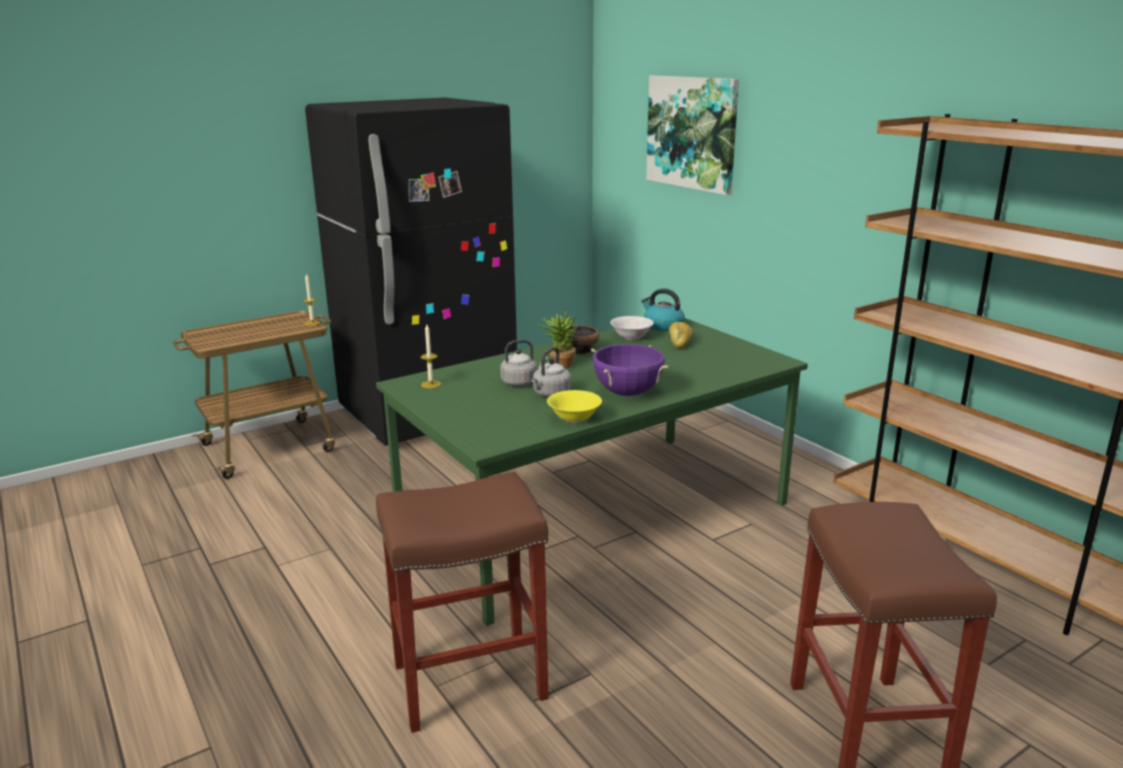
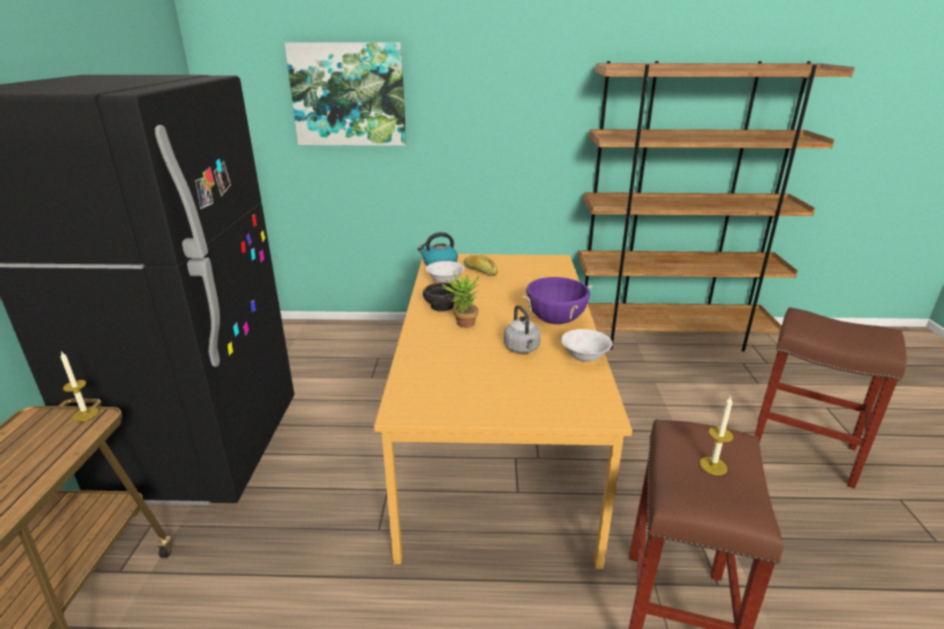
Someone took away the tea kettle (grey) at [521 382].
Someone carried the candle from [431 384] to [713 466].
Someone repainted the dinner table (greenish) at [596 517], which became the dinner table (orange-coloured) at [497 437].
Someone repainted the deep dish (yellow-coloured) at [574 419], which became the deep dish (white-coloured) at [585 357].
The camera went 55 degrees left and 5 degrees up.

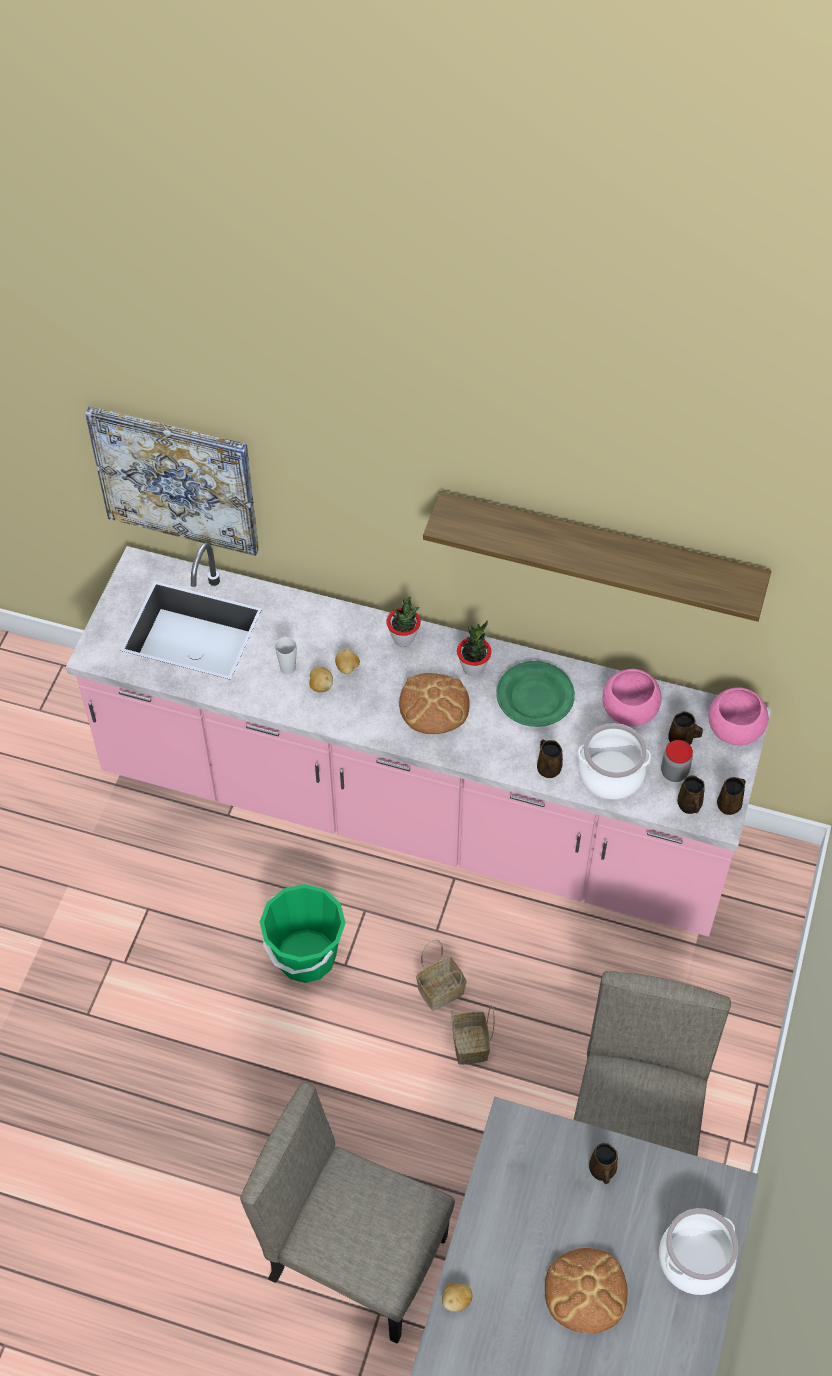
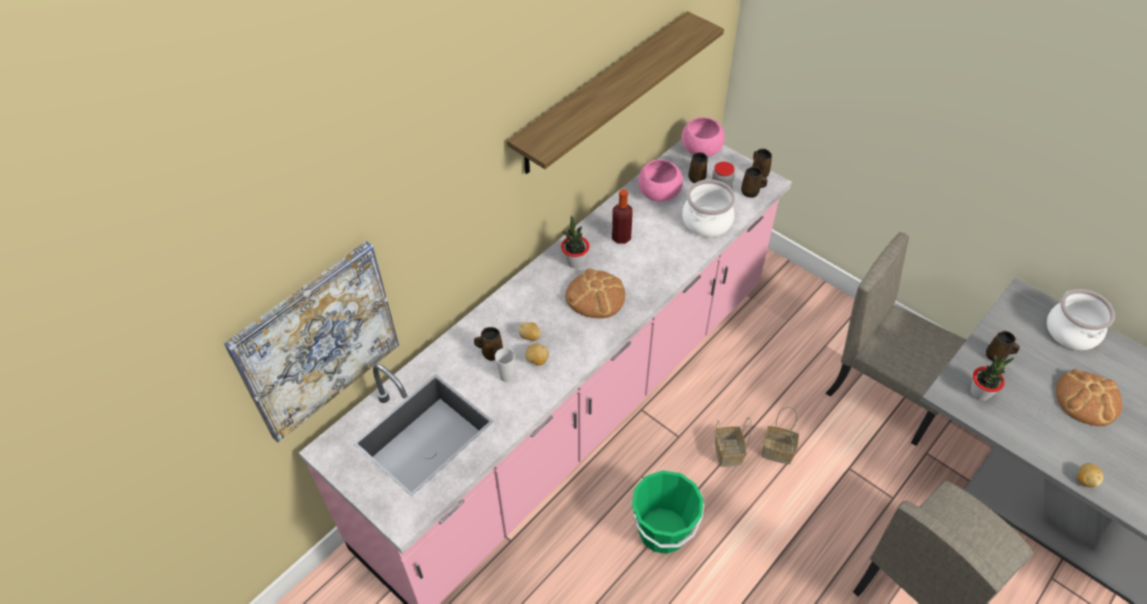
Someone carried the houseplant from [403 638] to [980 393].
Someone carried the mug (brown) from [548 767] to [491 353].
Someone swapped the dinner plate (greenish) at [534 697] for the drink bottle at [621 237].
The camera went 65 degrees left and 5 degrees down.

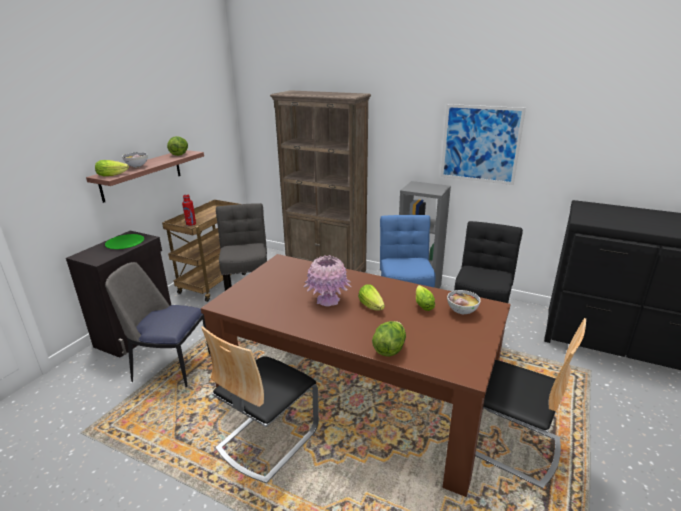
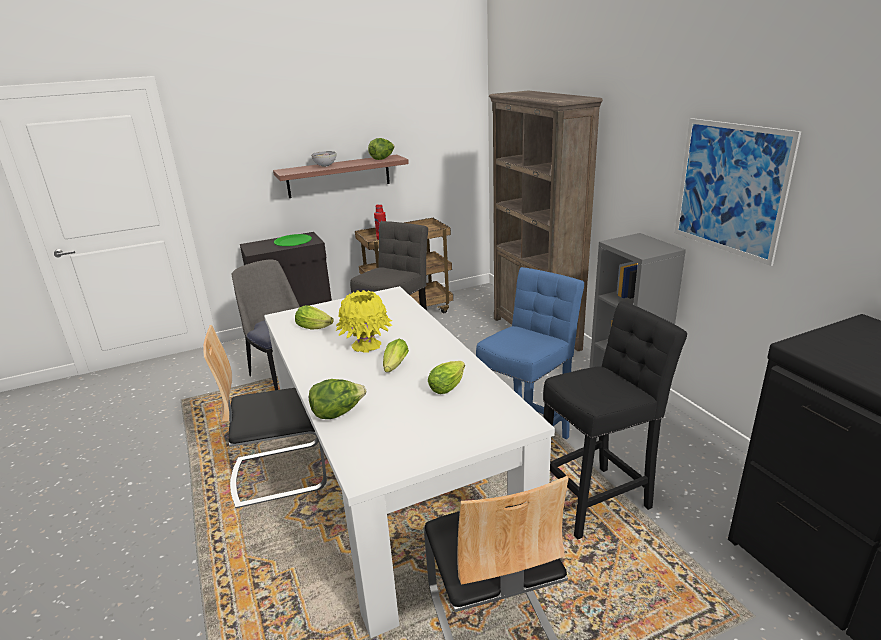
Someone took away the deep dish at [462 311].
Someone carried the head of lettuce from [114 175] to [316 327].
Someone repainted the dinner table (brown) at [355 398], which became the dinner table (white-coloured) at [393 479].
Someone repainted the decorative vase (pink-coloured) at [327 300], which became the decorative vase (yellow-coloured) at [366 345].
The camera went 40 degrees right and 0 degrees up.

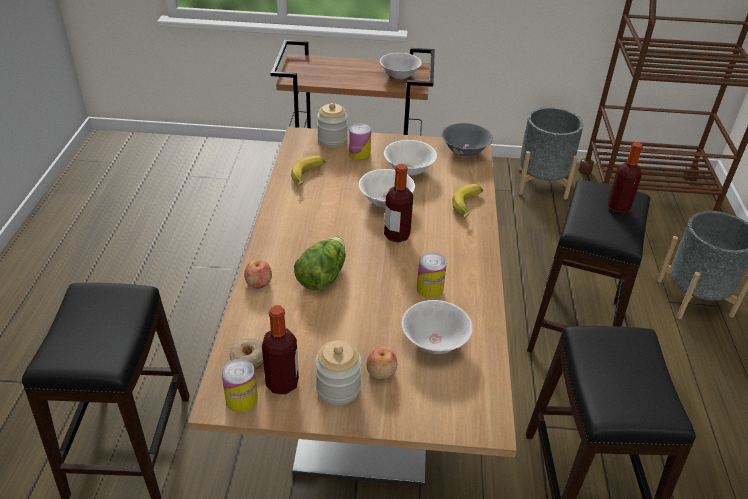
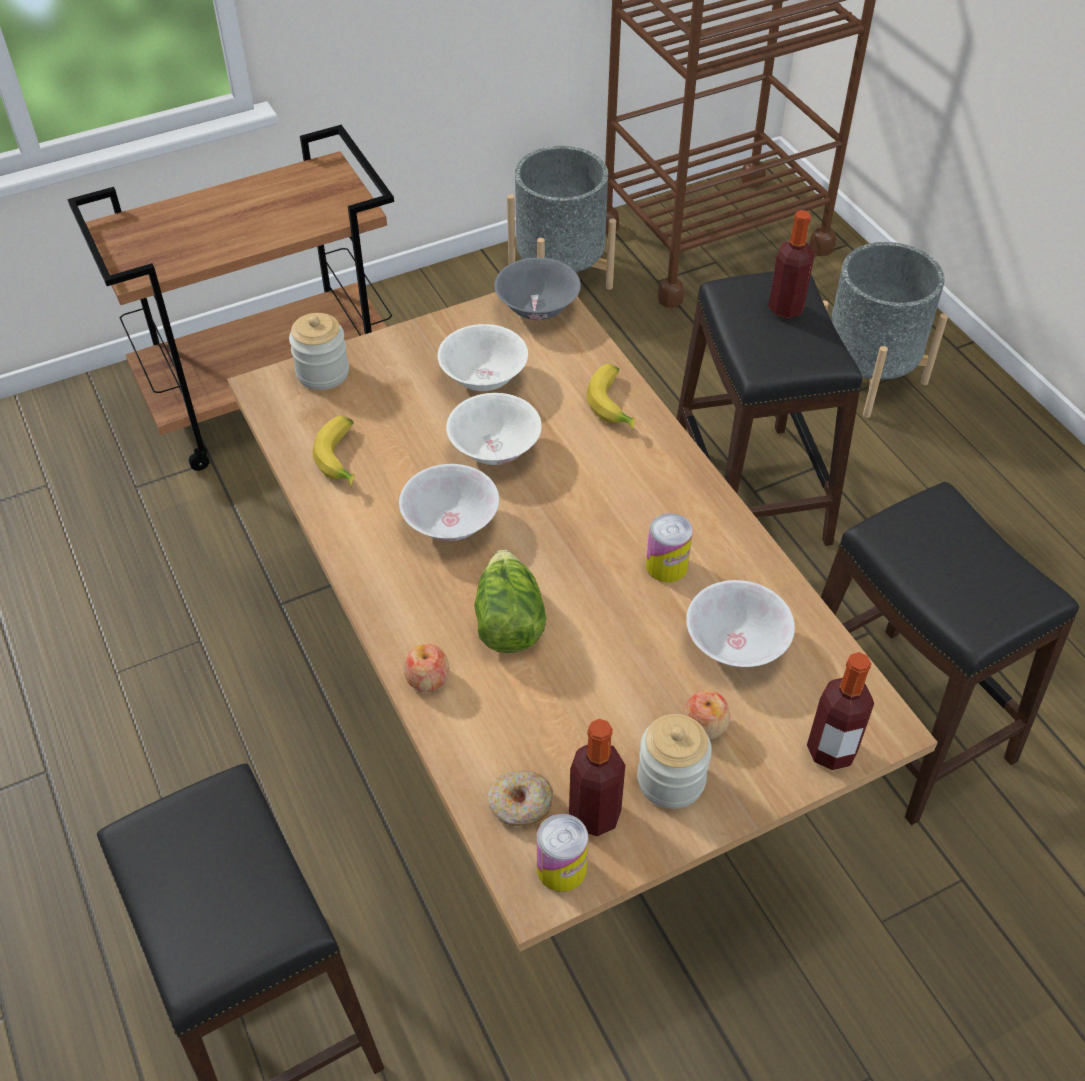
Someone took away the sealed can at [359 153].
Someone carried the deep dish (white-coloured) from [400 76] to [451 523].
Someone carried the drink bottle from [397 235] to [831 750].
The camera went 30 degrees left and 10 degrees up.

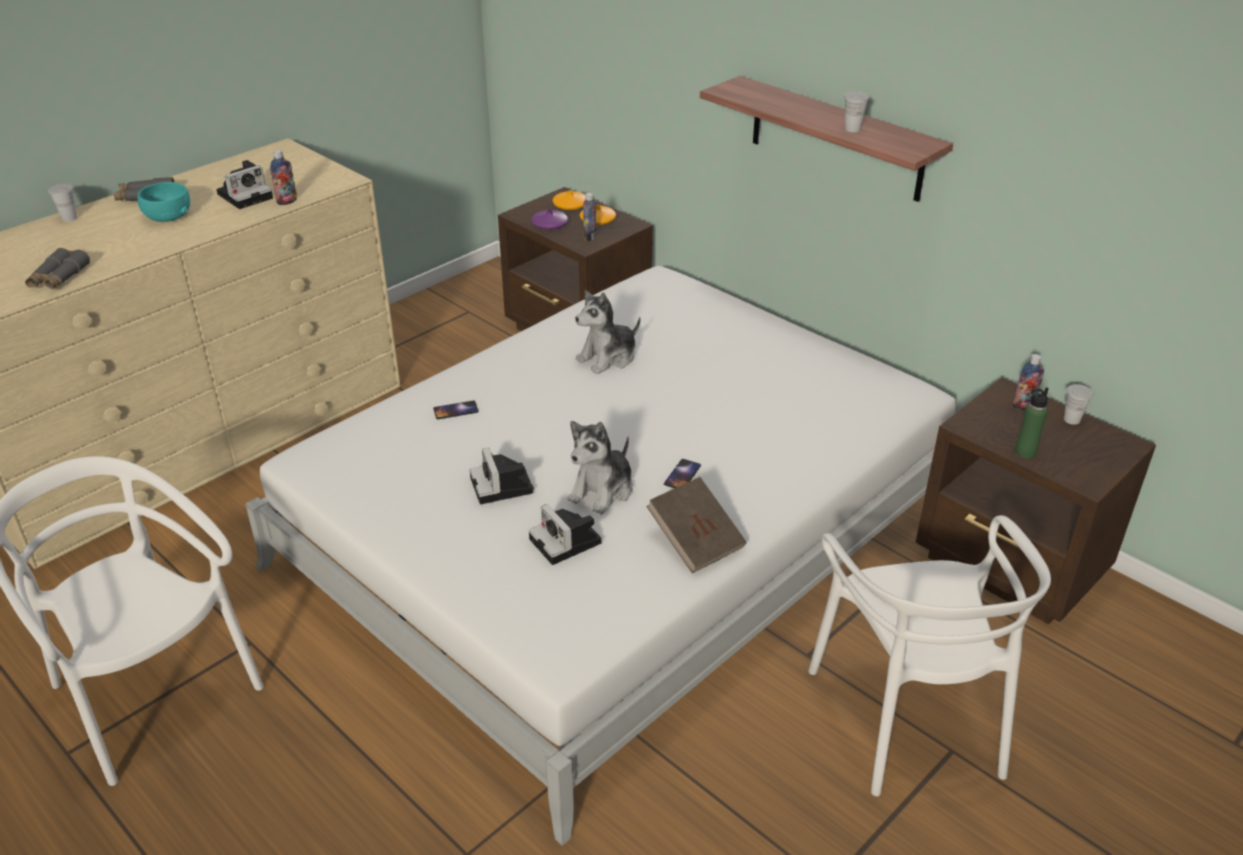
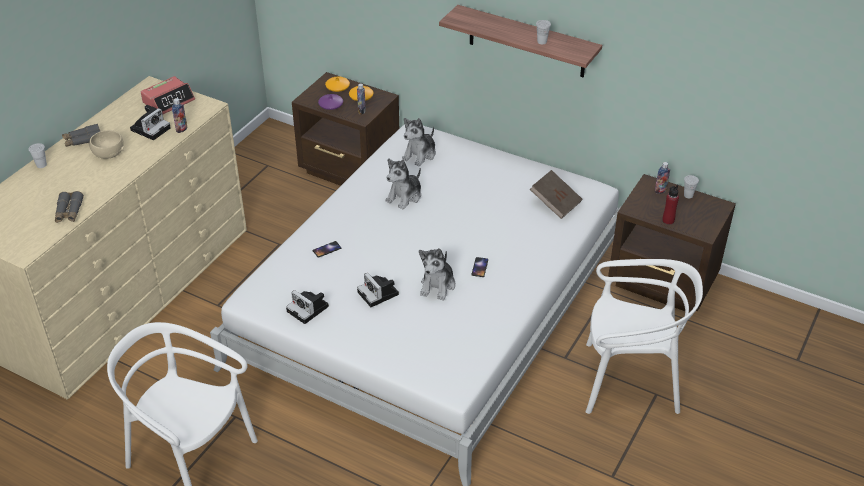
Someone put down the alarm clock at [169 101].
Someone put down the soft toy at [420 154].
Someone carried the still camera from [567 542] to [309 309].
Someone carried the book (brown) from [696 540] to [555 203].
Someone repainted the deep dish (turquoise-coloured) at [167 216], which became the deep dish (beige) at [108 153].
Someone repainted the drink bottle (greenish) at [1025 452], which became the drink bottle (red-coloured) at [668 220].
Someone rotated the plain chair (white-coloured) at [909 718] by 60 degrees counterclockwise.
The camera went 15 degrees left and 5 degrees up.

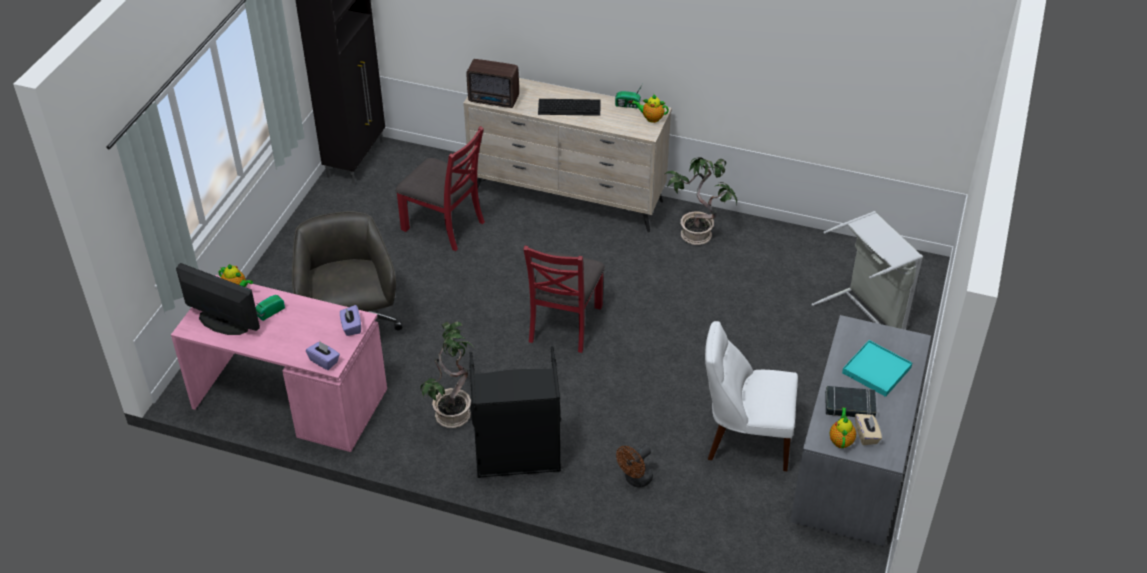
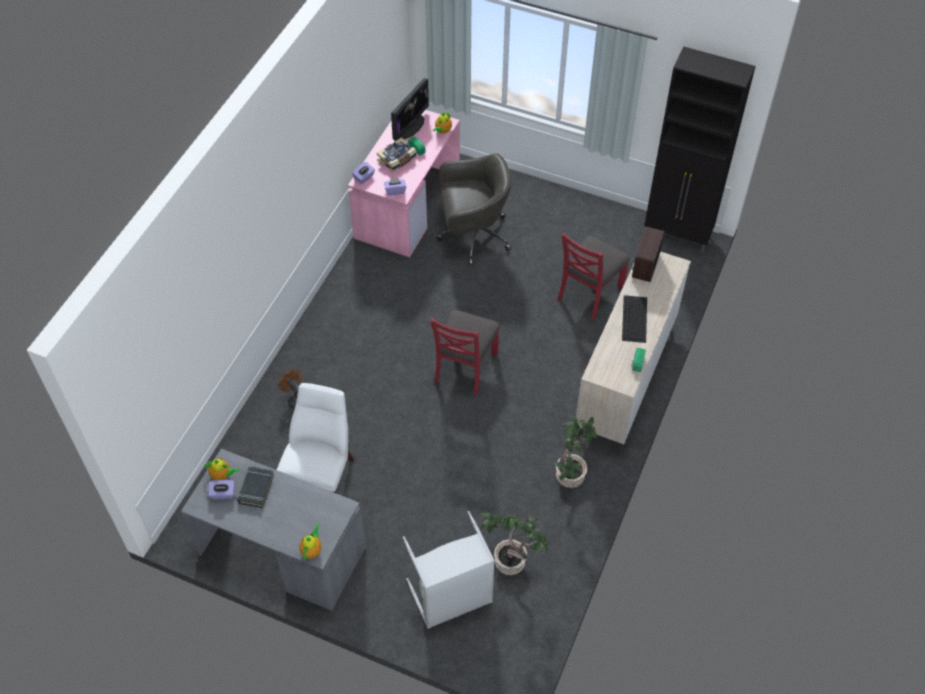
Someone took away the hamper (black) at [517 457].
Someone took away the tray (turquoise-coloured) at [876 370].
Someone put down the book at [397 160].
Someone carried the houseplant from [451 413] to [511 560].
Someone carried the pot for tea from [651 118] to [312 550].
Someone repainted the box of tissues (beige) at [866 435], which became the box of tissues (purple-coloured) at [223 494].
Someone rotated the plain chair (red-coloured) at [564 323] by 90 degrees counterclockwise.
The camera went 95 degrees right and 10 degrees up.

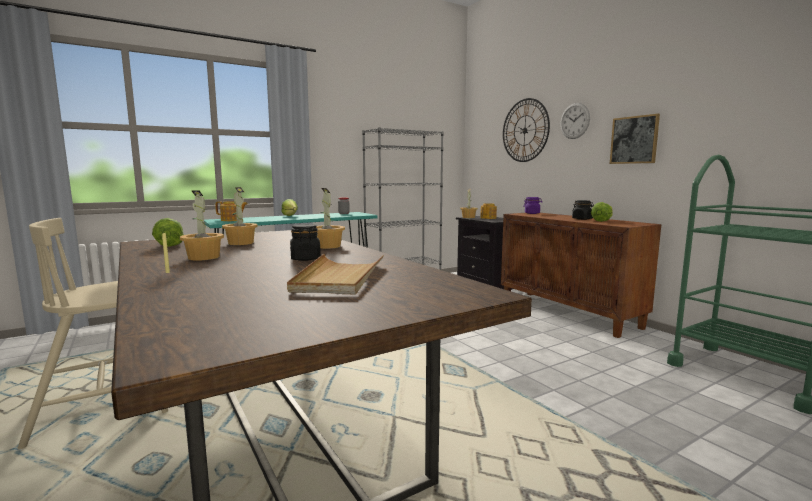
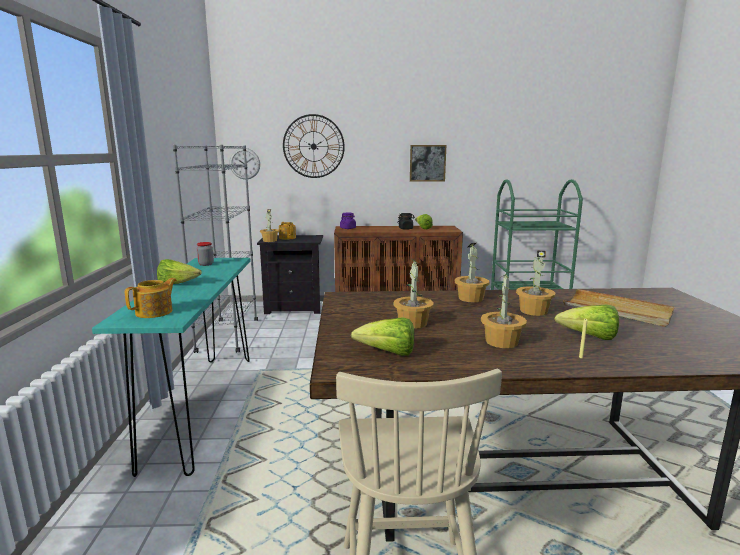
Someone put down the head of lettuce at [589 337].
Someone carried the wall clock from [574 121] to [244 163].
Someone swapped the jar (black) at [305 259] for the houseplant at [533 311].
The camera went 60 degrees left and 5 degrees up.

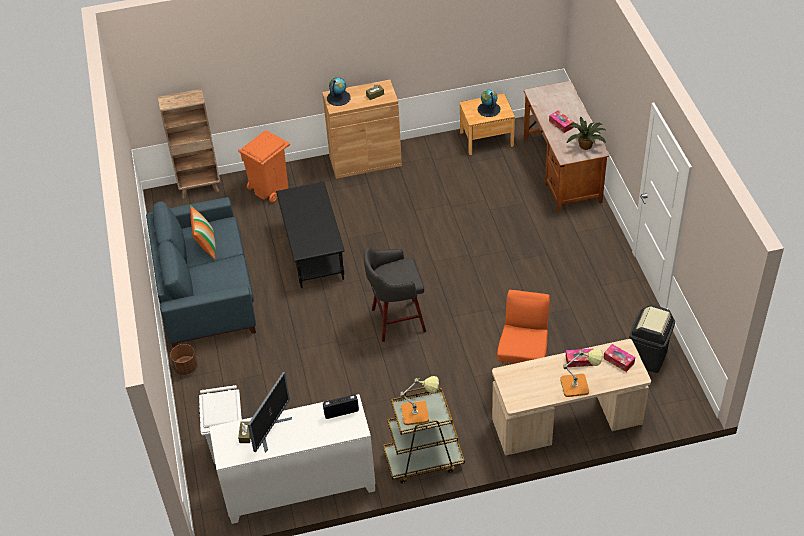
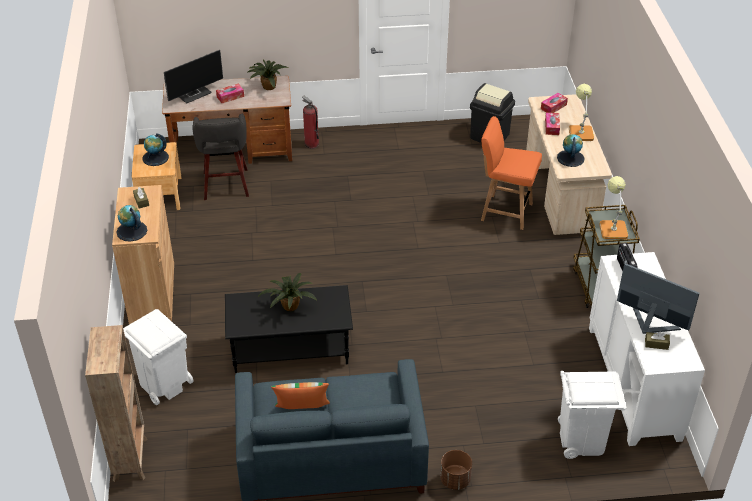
Someone put down the monitor at [194 94].
Someone put down the houseplant at [289 306].
Someone put down the fire extinguisher at [311 144].
Someone put down the globe at [570 158].
Someone carried the sitting stool (grey) from [396 320] to [225 185].
Someone repainted the rubbish bin (orange-coloured) at [269 188], which became the rubbish bin (white-coloured) at [163 384].
The camera went 85 degrees left and 5 degrees down.

